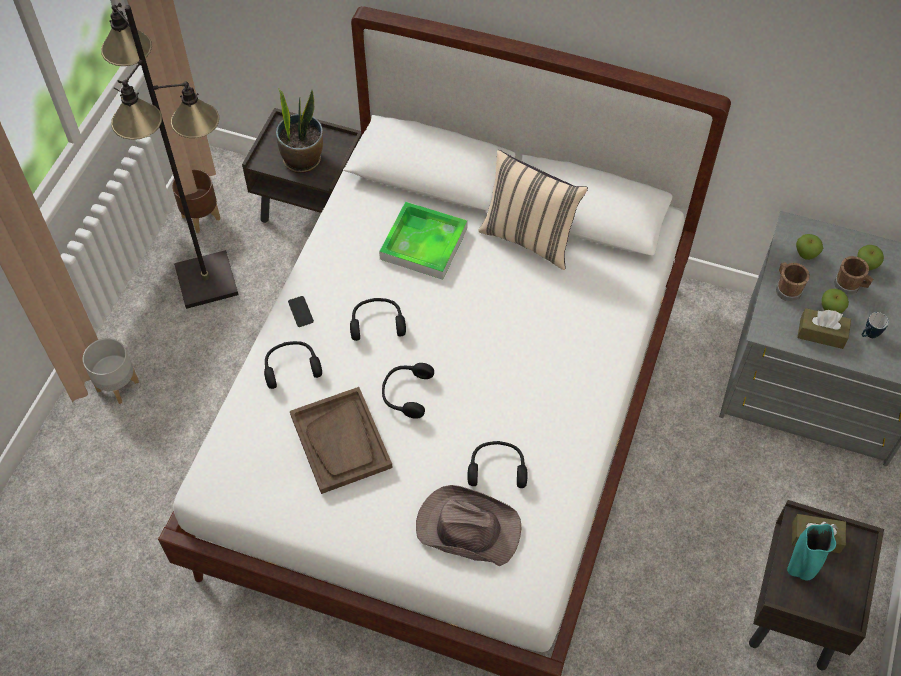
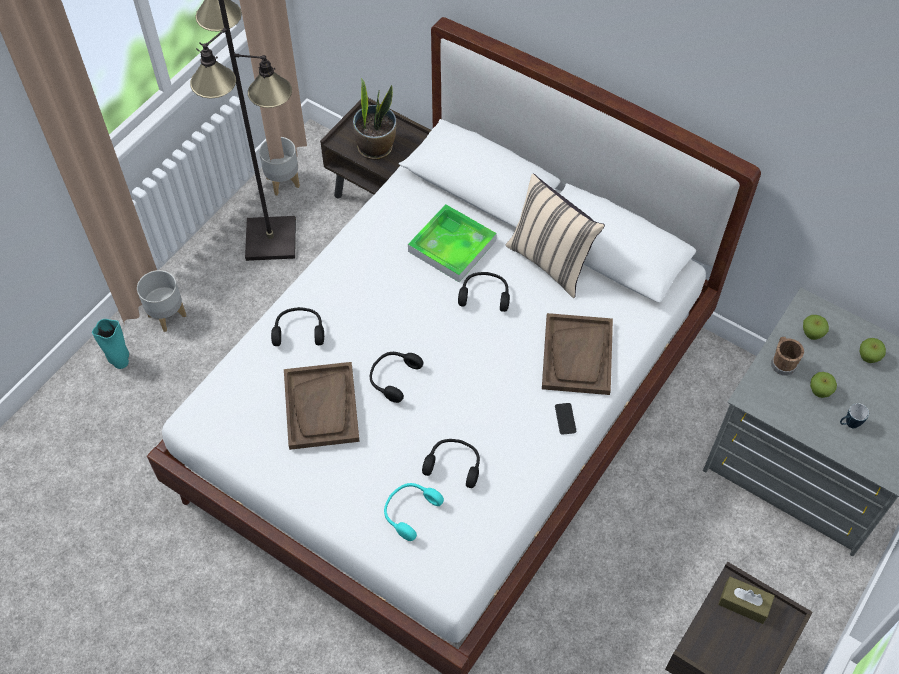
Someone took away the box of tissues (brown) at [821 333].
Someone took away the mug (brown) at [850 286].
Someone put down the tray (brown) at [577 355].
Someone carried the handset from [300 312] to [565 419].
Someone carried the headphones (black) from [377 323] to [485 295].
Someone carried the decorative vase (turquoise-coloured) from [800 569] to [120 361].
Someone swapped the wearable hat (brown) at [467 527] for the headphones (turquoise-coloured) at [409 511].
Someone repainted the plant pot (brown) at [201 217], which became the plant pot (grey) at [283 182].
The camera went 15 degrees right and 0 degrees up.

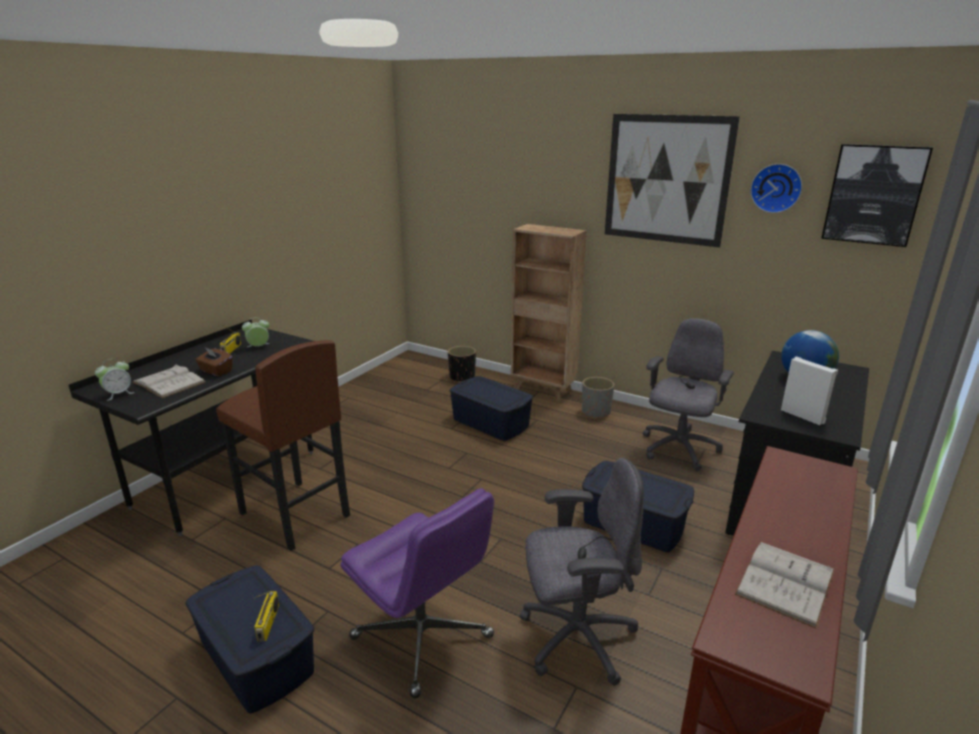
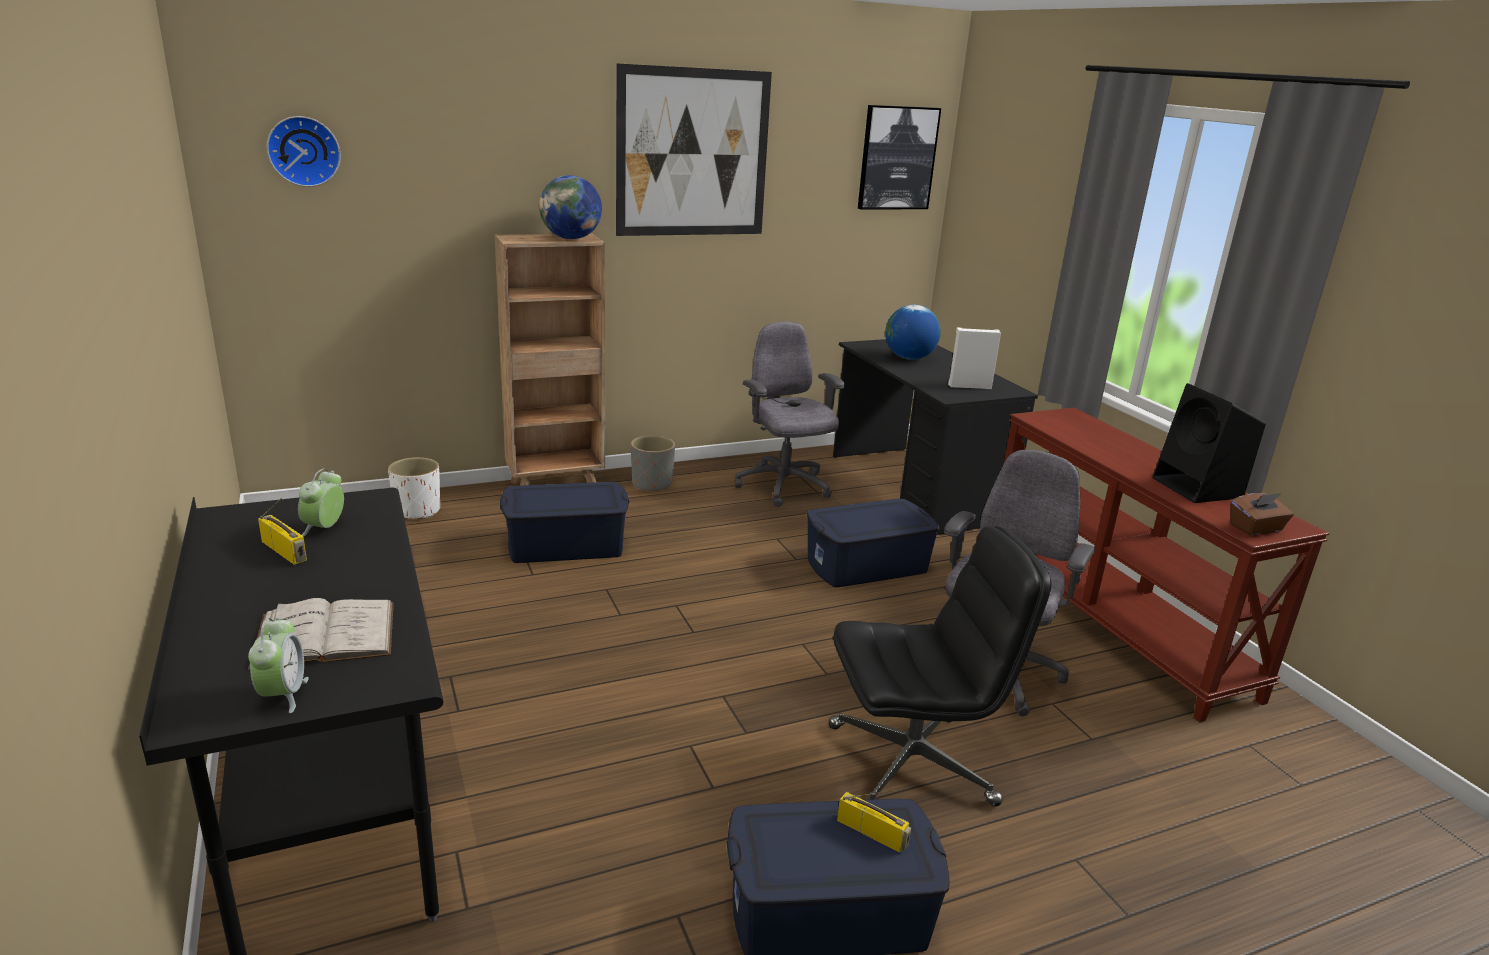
Someone took away the sitting stool (brown) at [294 515].
Someone put down the globe at [571 238].
Someone carried the box of tissues (brown) from [216 371] to [1256 528].
Someone carried the wall clock from [776 188] to [304 151].
Someone swapped the book (white-coloured) at [785 582] for the loudspeaker (black) at [1199 489].
Someone repainted the desk chair (purple-coloured) at [423 638], which became the desk chair (black) at [912 764].
Someone repainted the plant pot (black) at [462 377], which became the plant pot (white-coloured) at [418 511].
The camera went 55 degrees left and 0 degrees up.

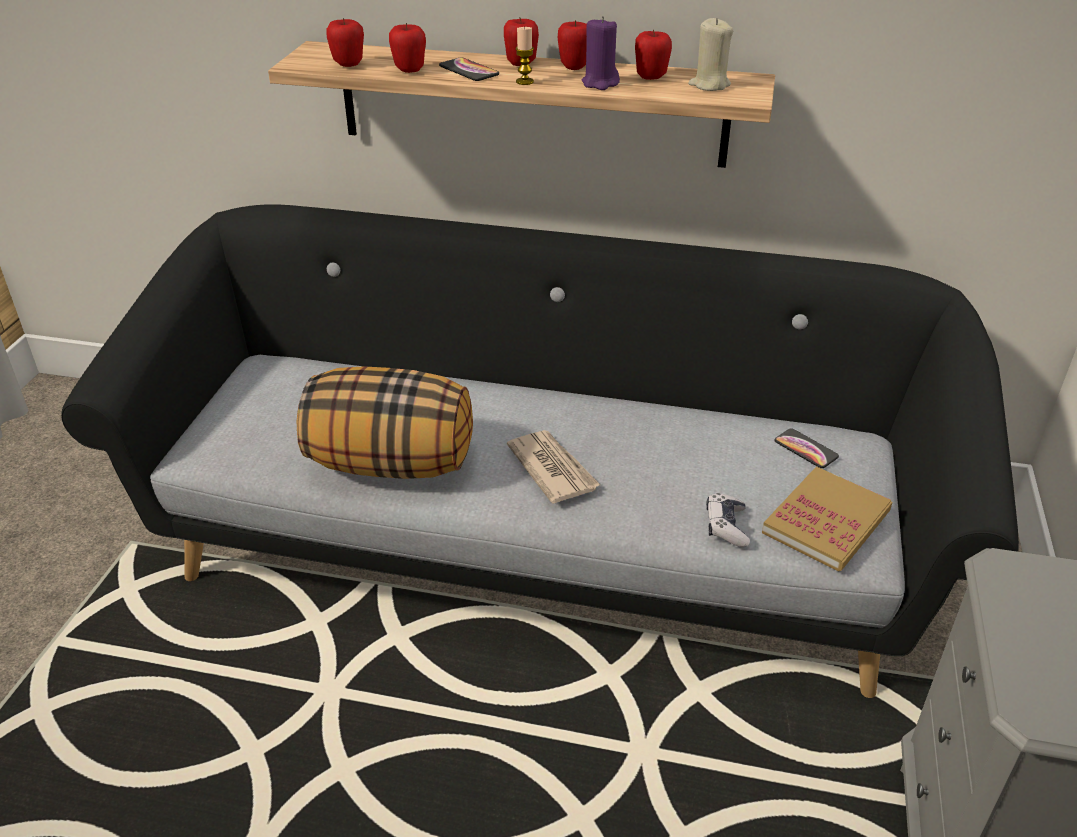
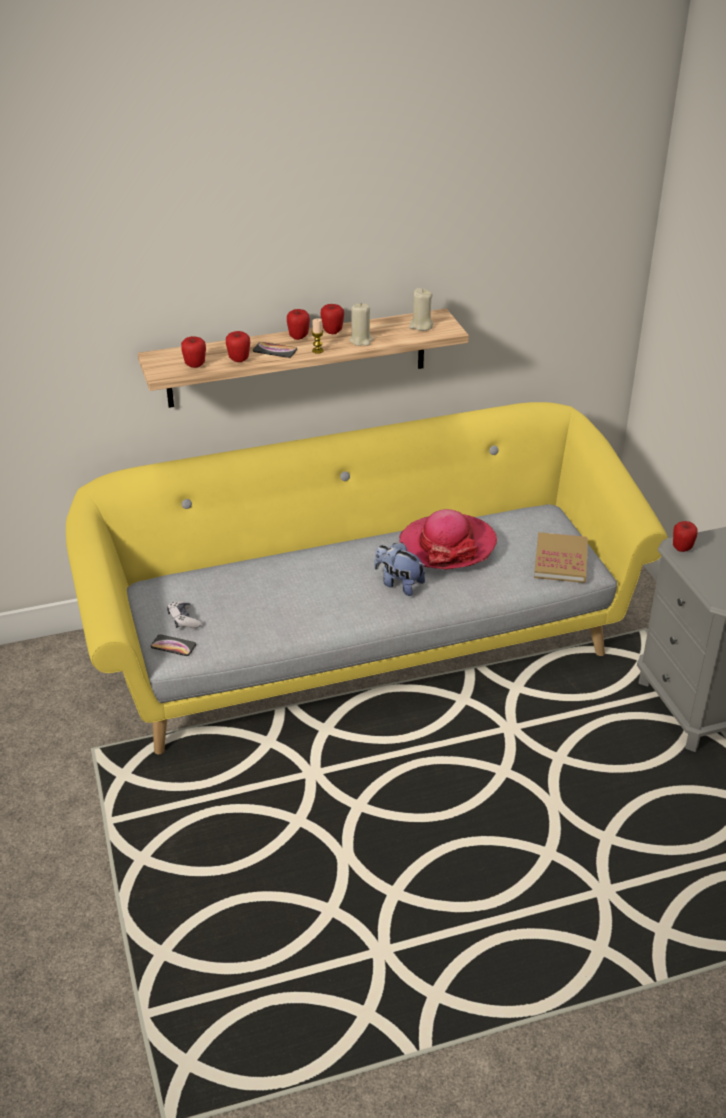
Someone took away the cushion at [392 463].
Someone put down the wearable hat at [447 545].
Someone carried the apple from [651 77] to [682 548].
Someone carried the joypad from [726 526] to [184 620].
Someone carried the handset from [806 449] to [173 646].
Someone swapped the printed paper at [552 468] for the soft toy at [398 584].
Someone repainted the settee (black) at [538 542], which became the settee (yellow-coloured) at [362 645].
Someone repainted the candle (purple-coloured) at [600 83], which became the candle (beige) at [361 340].
The camera went 30 degrees left and 0 degrees up.

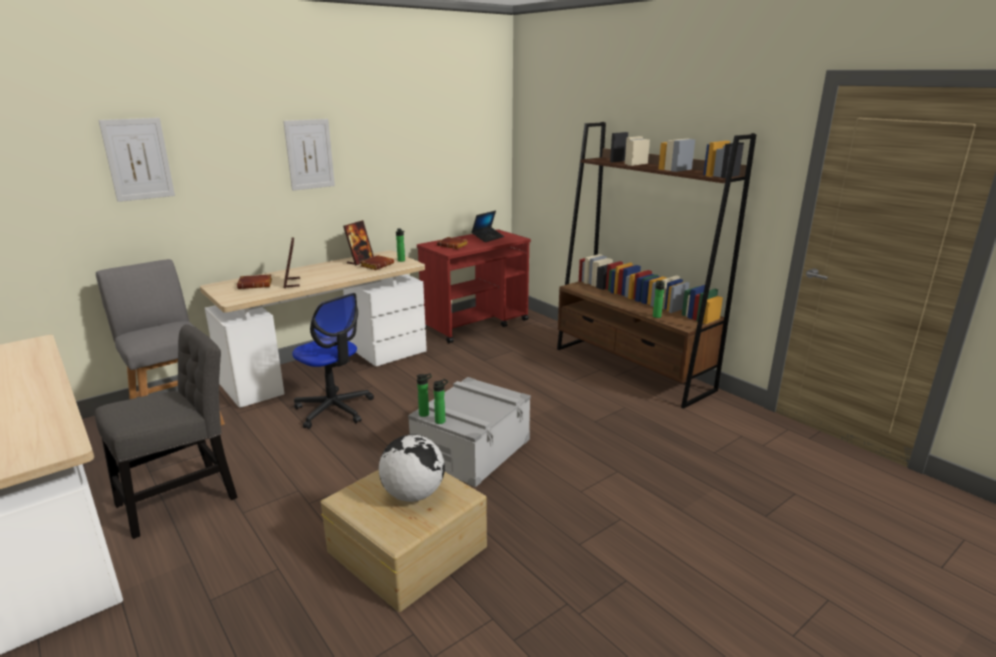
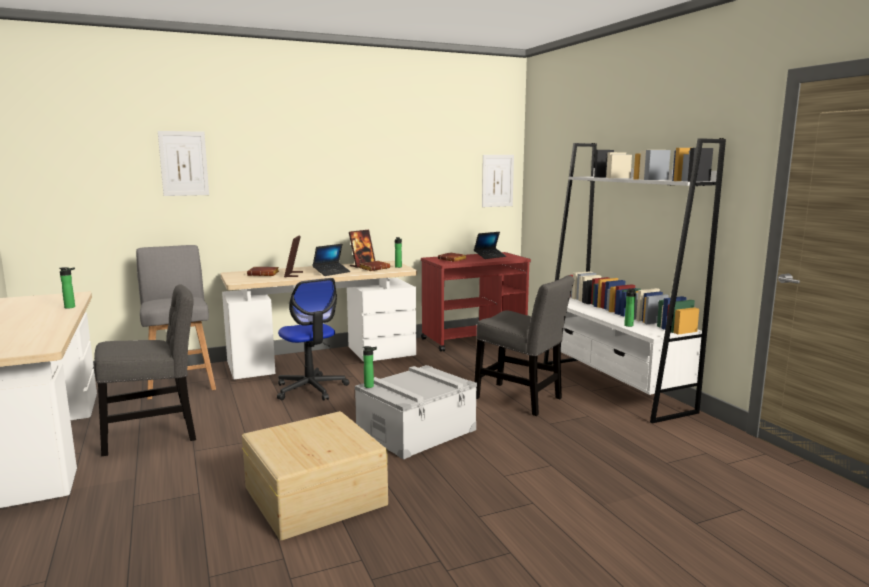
Someone took away the globe at [413 494].
Someone put down the portable computer at [331 272].
Someone put down the plain chair (grey) at [521 399].
Someone carried the picture from [309 154] to [497 180].
Someone carried the drink bottle from [441 421] to [71 307].
Someone repainted the bookshelf (brown) at [632 369], which became the bookshelf (white-coloured) at [613 386].
The camera went 15 degrees right and 10 degrees down.

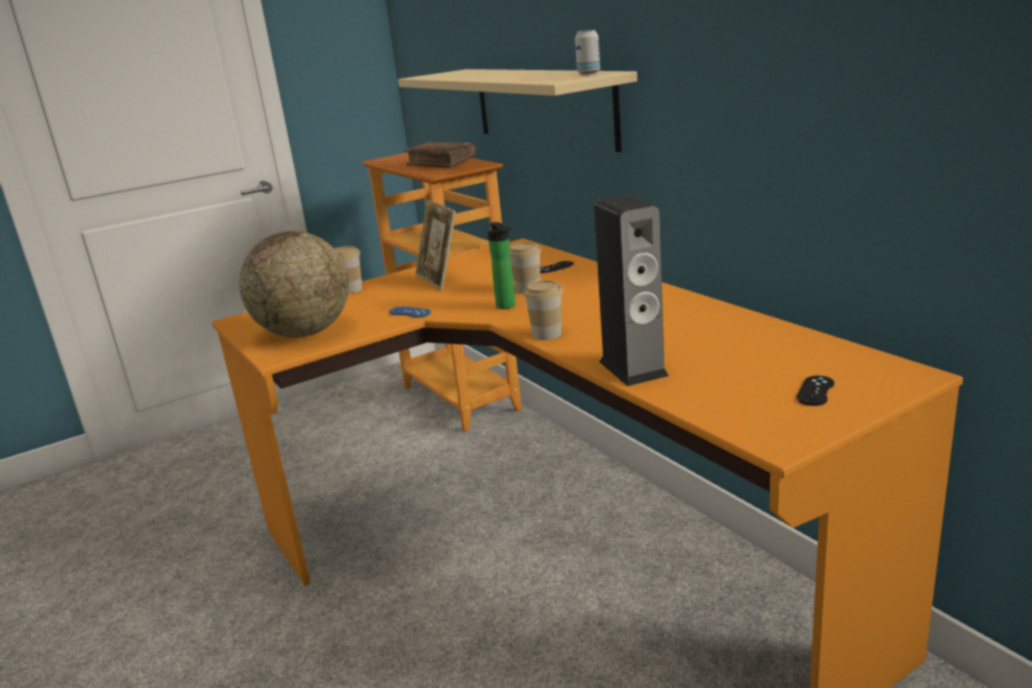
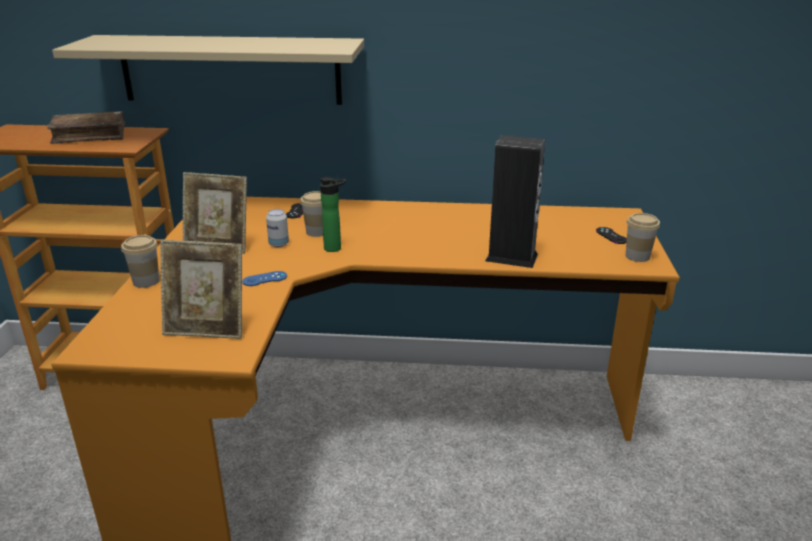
Someone carried the drinking cup from [546 334] to [637 256].
Someone carried the sealed can from [588 73] to [278 244].
Someone swapped the globe at [305 333] for the picture frame at [207 329].
The camera went 55 degrees left and 5 degrees up.

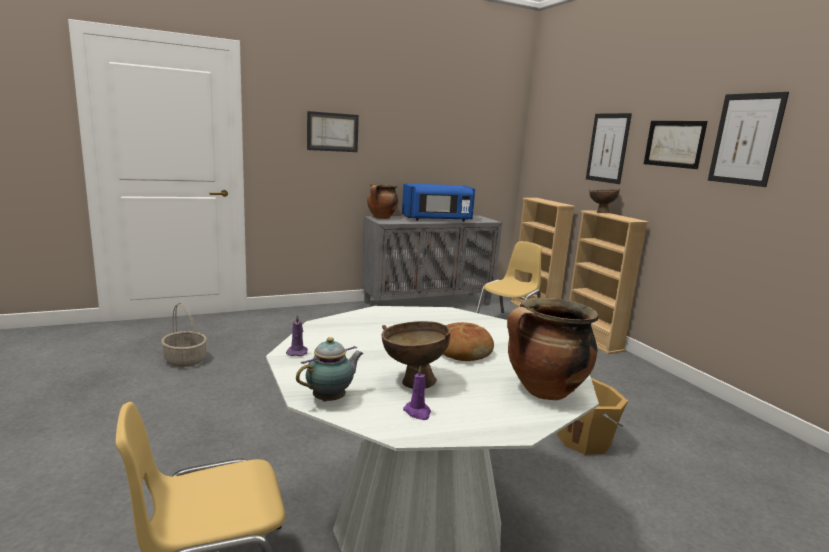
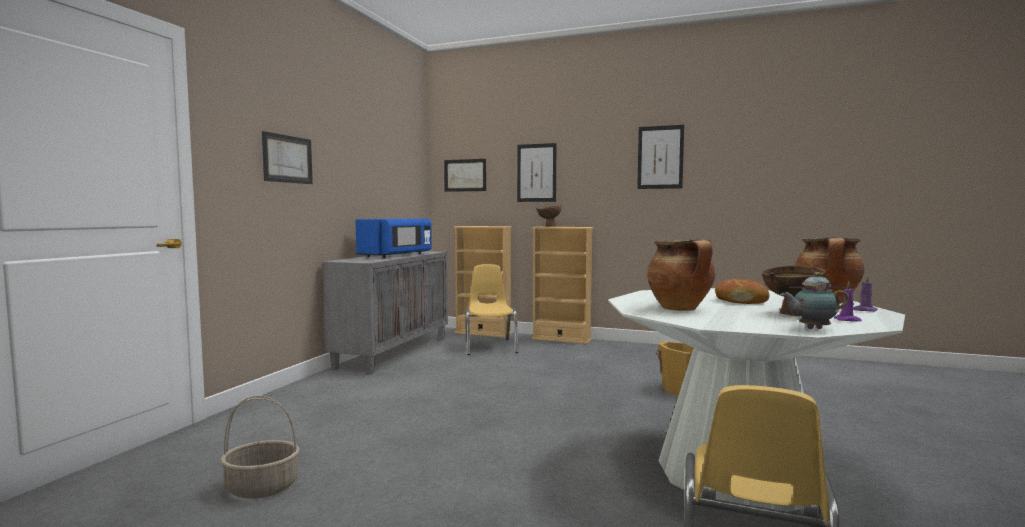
Someone carried the candle (purple-coloured) from [297 352] to [864 310].
Someone carried the cooking pot from [381 218] to [681 309].
Someone carried the picture from [674 144] to [465 175].
Someone rotated the pot for tea at [331 399] by 90 degrees counterclockwise.
The camera went 45 degrees left and 10 degrees down.

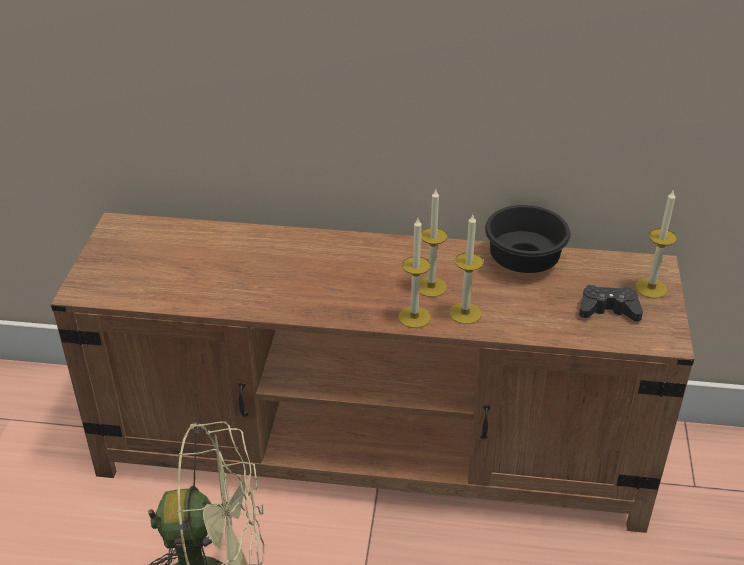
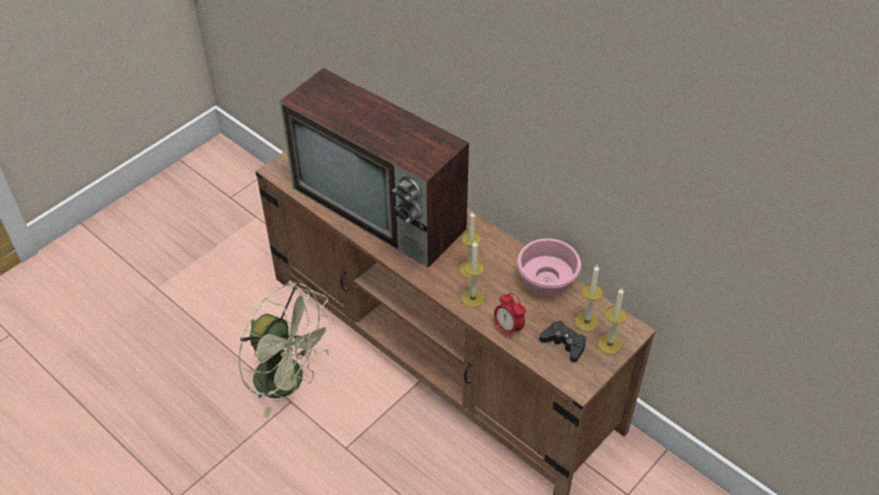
Someone put down the TV set at [381 209].
Someone put down the alarm clock at [508 328].
Someone carried the candle from [414 317] to [586 322].
Someone repainted the deep dish (black) at [521 262], which became the deep dish (pink-coloured) at [544 281].
The camera went 35 degrees right and 10 degrees up.

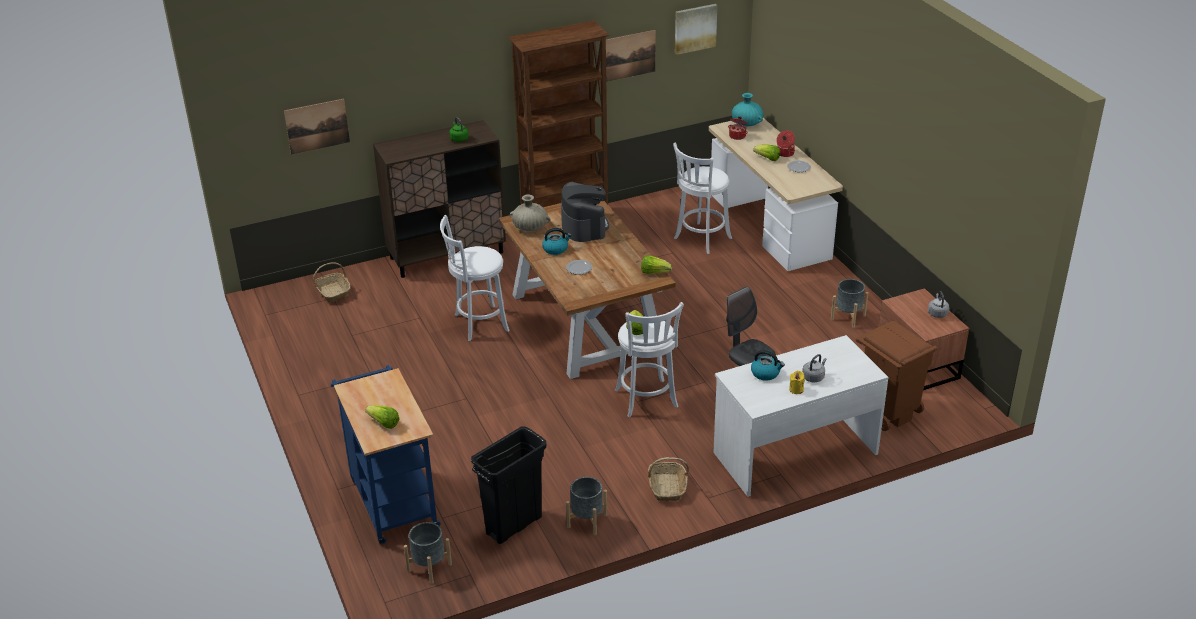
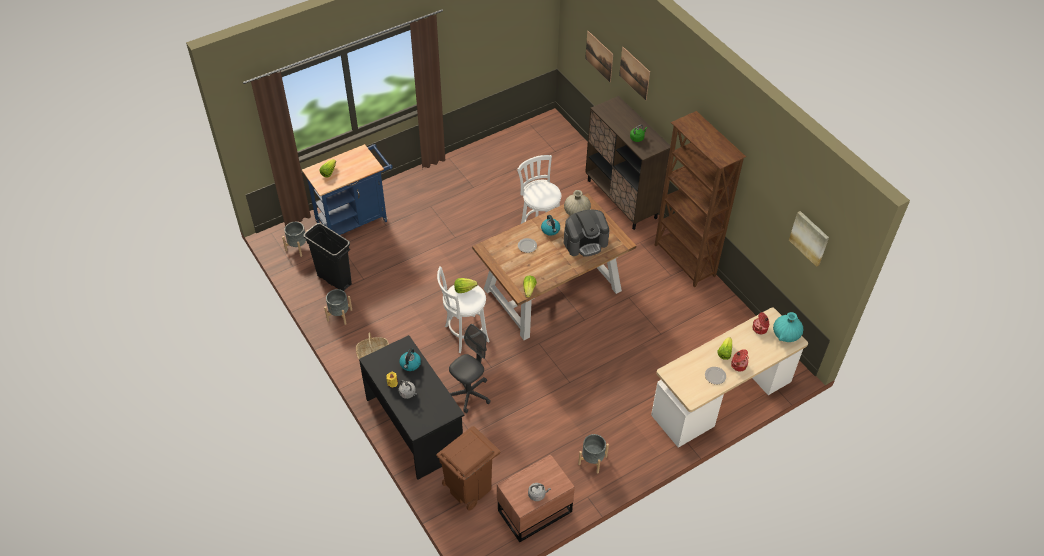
Someone took away the household basket at [333 292].
Someone took away the sitting stool (white-coloured) at [700 239].
Someone carried the picture from [629 55] to [634 73].
Someone repainted the desk table (white-coloured) at [794 452], which became the desk table (black) at [415 426].
The camera went 80 degrees right and 15 degrees up.

